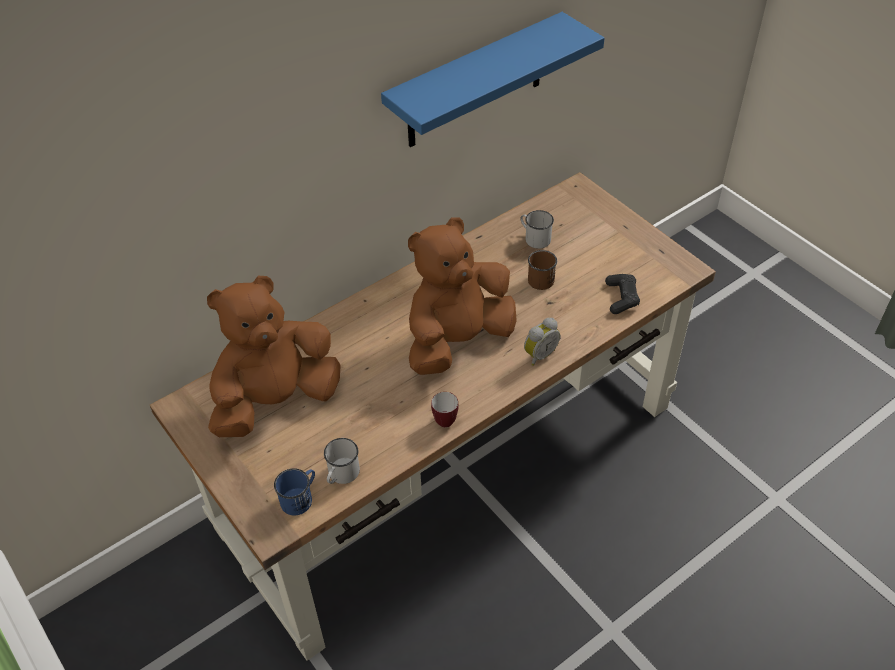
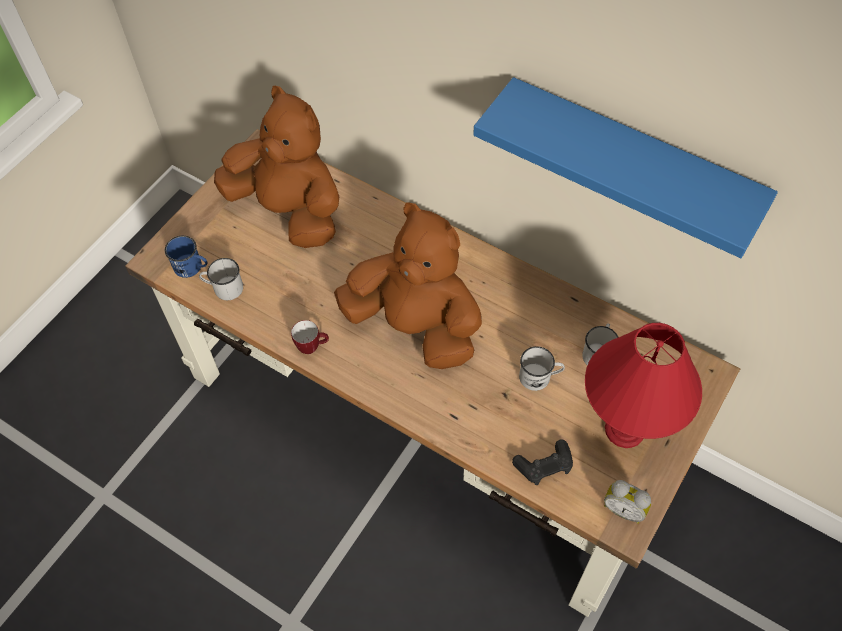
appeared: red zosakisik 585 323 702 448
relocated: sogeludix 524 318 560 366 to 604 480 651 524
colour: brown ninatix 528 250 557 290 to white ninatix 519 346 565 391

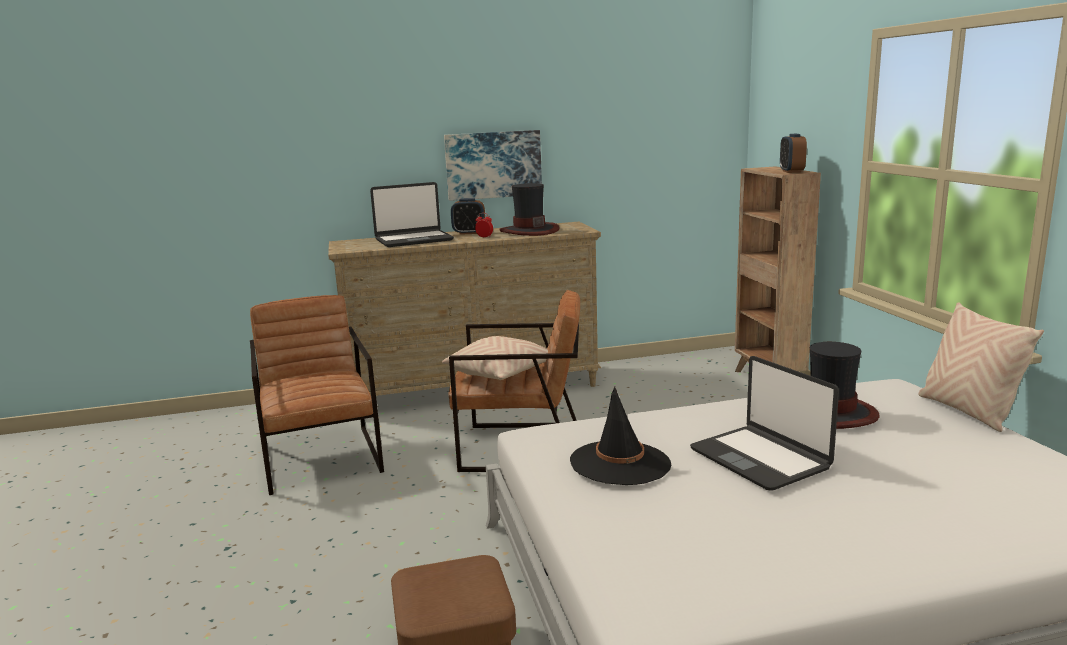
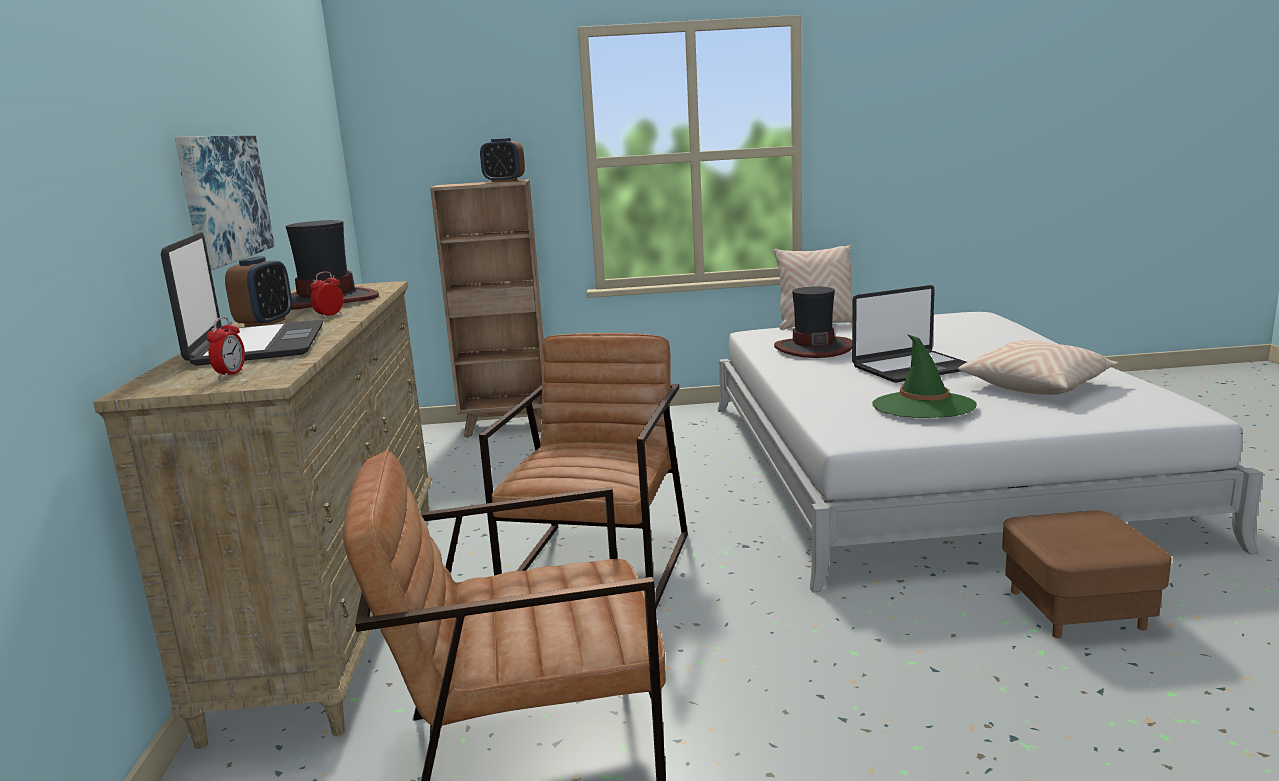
appeared: sogeludix 207 317 245 378
relocated: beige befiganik 442 336 548 380 to 958 340 1119 395
colour: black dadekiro 570 387 671 485 to green dadekiro 872 334 977 418

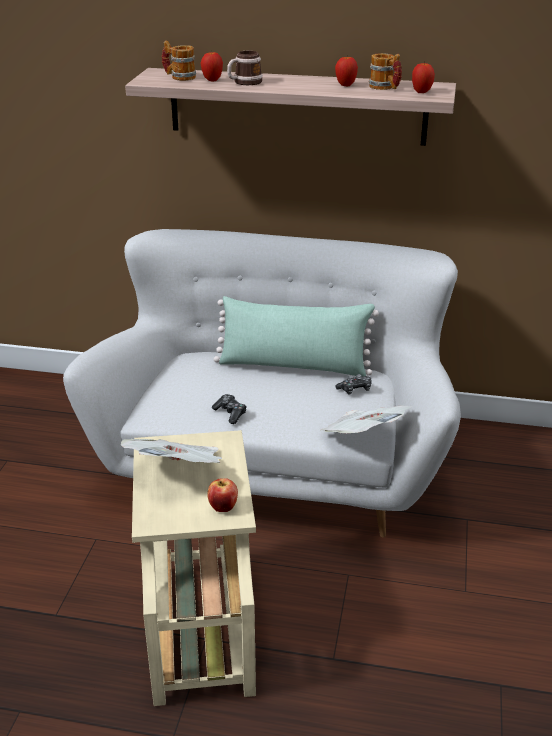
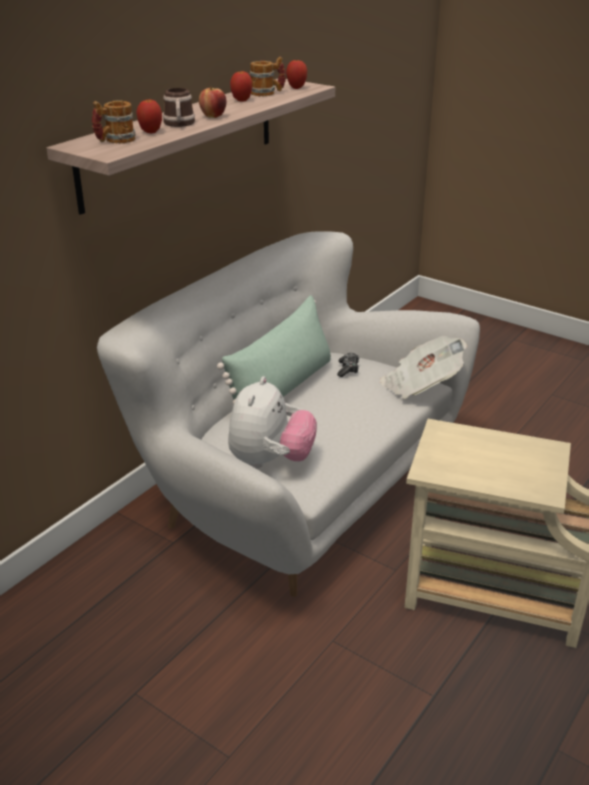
missing: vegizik 121 439 222 463; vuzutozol 212 394 246 424
appeared: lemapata 228 376 317 469
relocated: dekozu 207 478 238 512 to 199 87 226 118

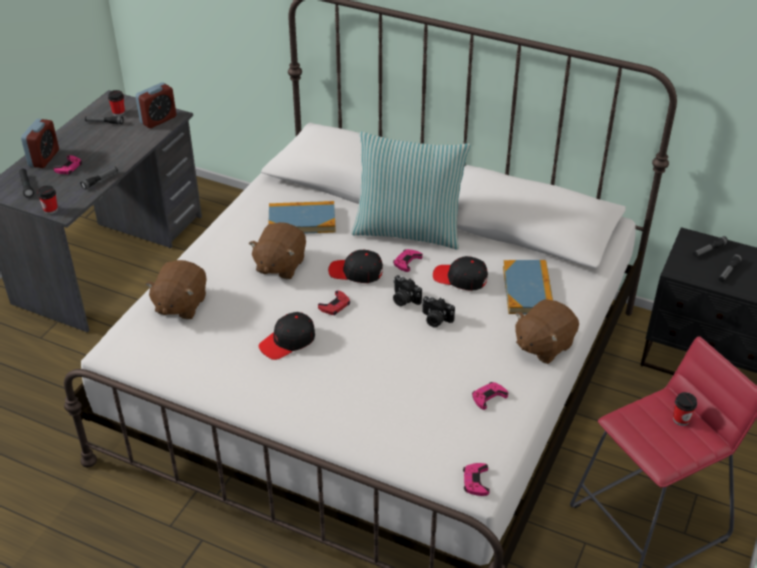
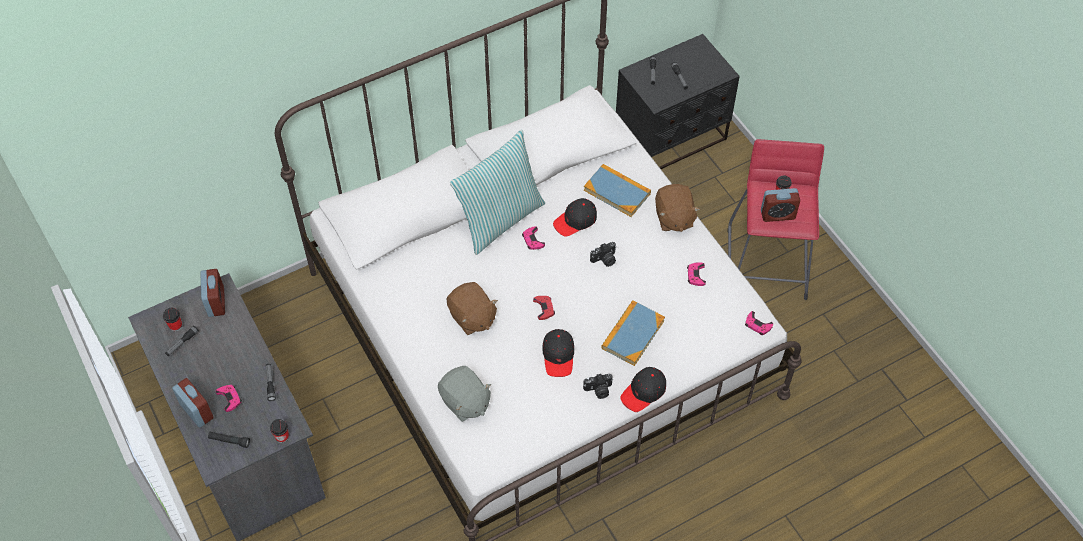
appeared: sogeludix 761 188 800 222
relocated: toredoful 268 201 336 234 to 601 300 665 366; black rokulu 328 250 383 283 to 620 367 666 412; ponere 393 275 422 307 to 583 374 613 399
colour: brown lemapata 145 260 207 320 to grey lemapata 438 366 492 422

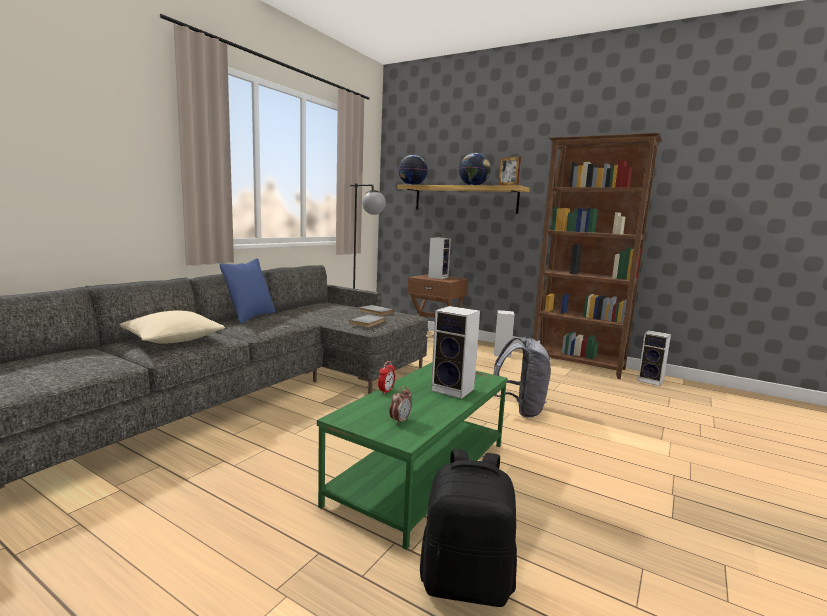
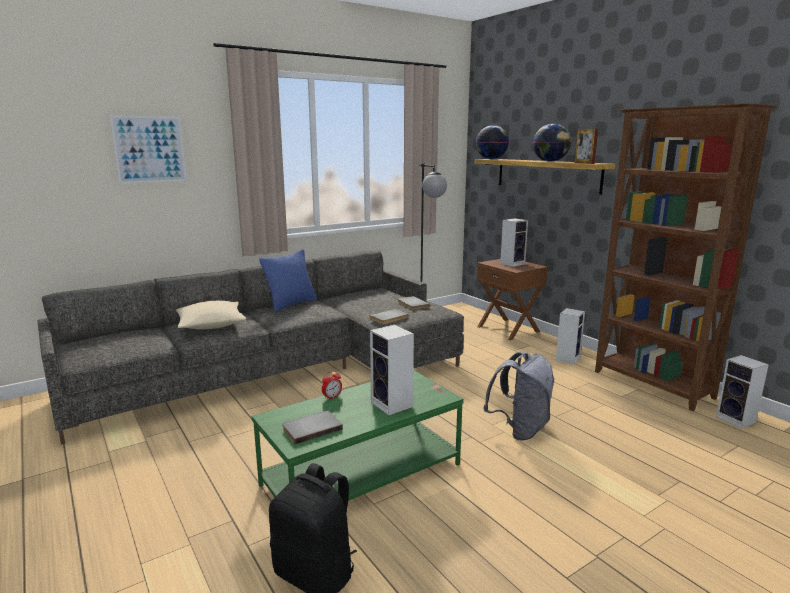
appeared: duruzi 109 115 187 184
exchanged: sogeludix 389 386 412 425 to grey toredoful 282 411 343 444

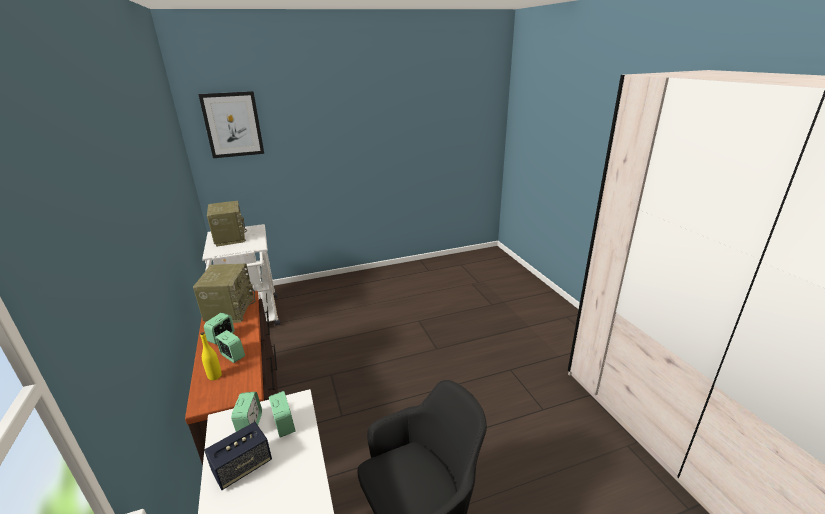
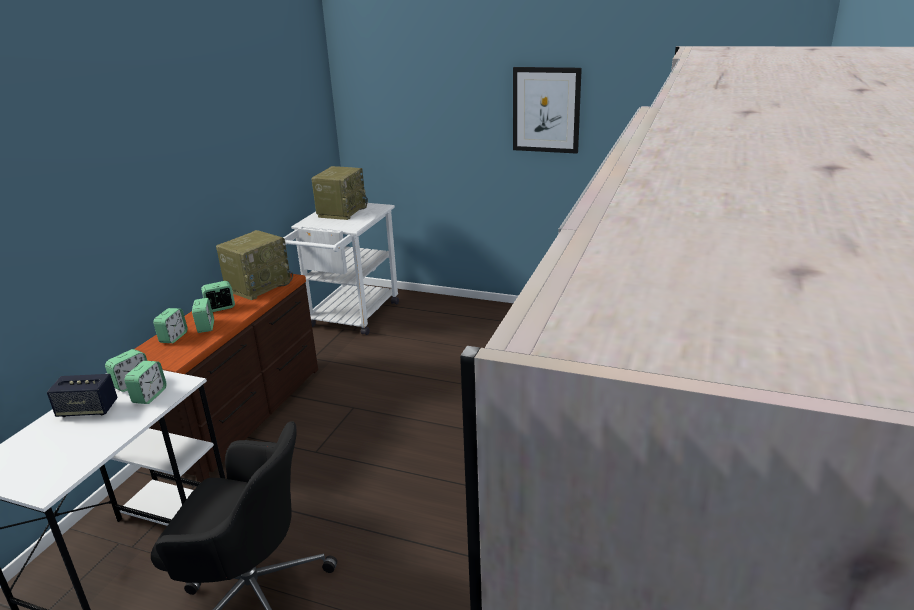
relocated: duruzi 198 91 264 158 to 513 67 582 154
exchanged: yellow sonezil 200 332 222 380 to sogeludix 153 308 188 343

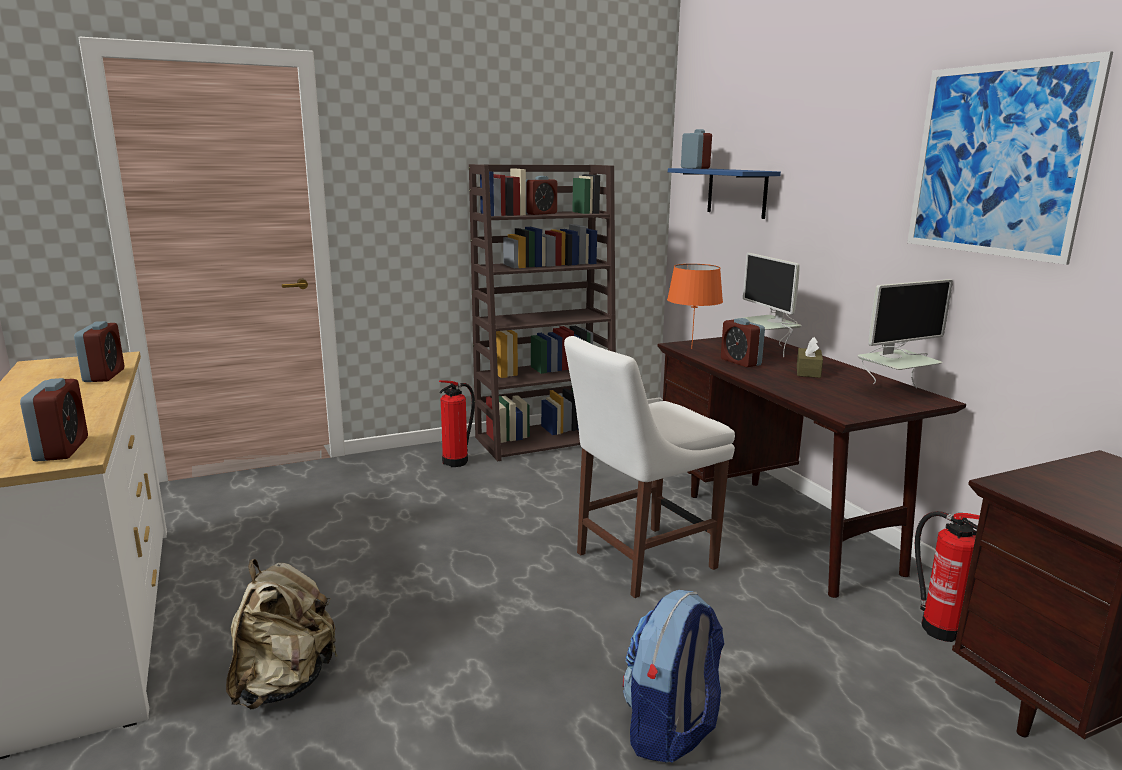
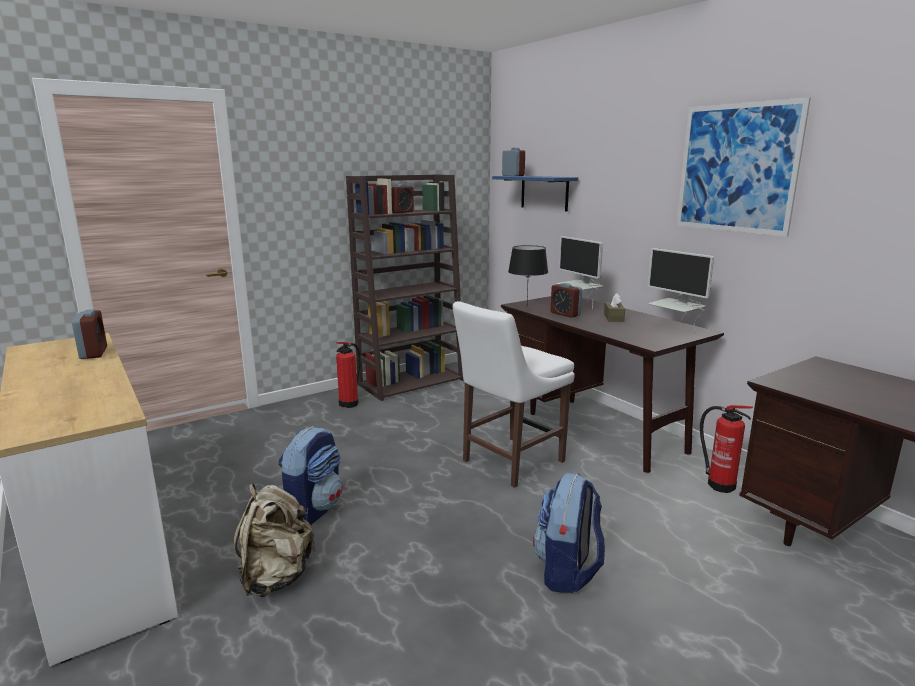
missing: sogeludix 20 378 88 461
appeared: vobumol 279 426 343 525
colour: orange zosakisik 667 264 723 349 to black zosakisik 508 245 548 301
spun: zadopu 858 279 953 389 = 647 248 714 333 90 degrees clockwise

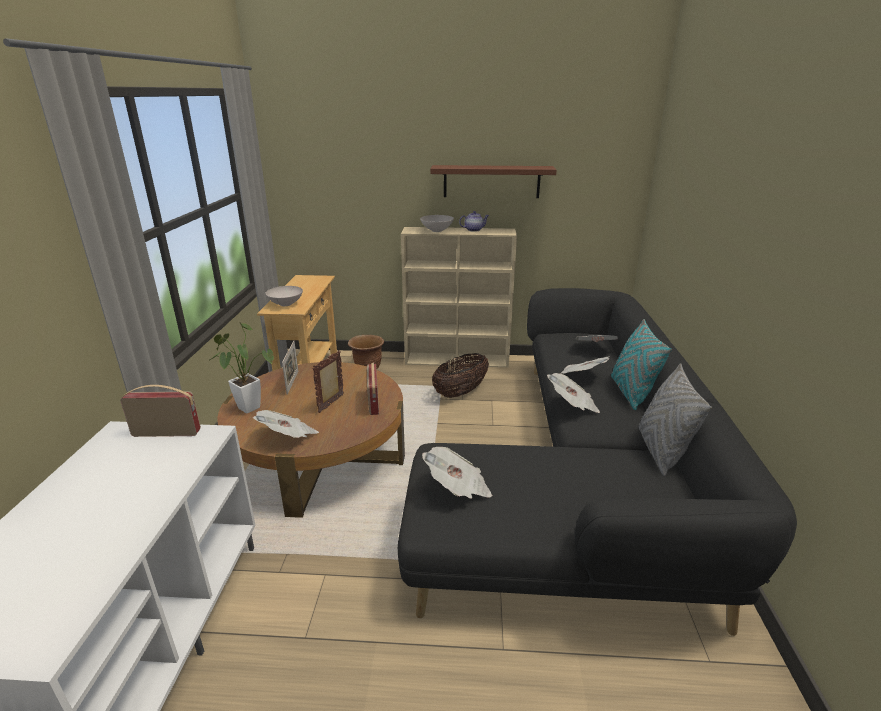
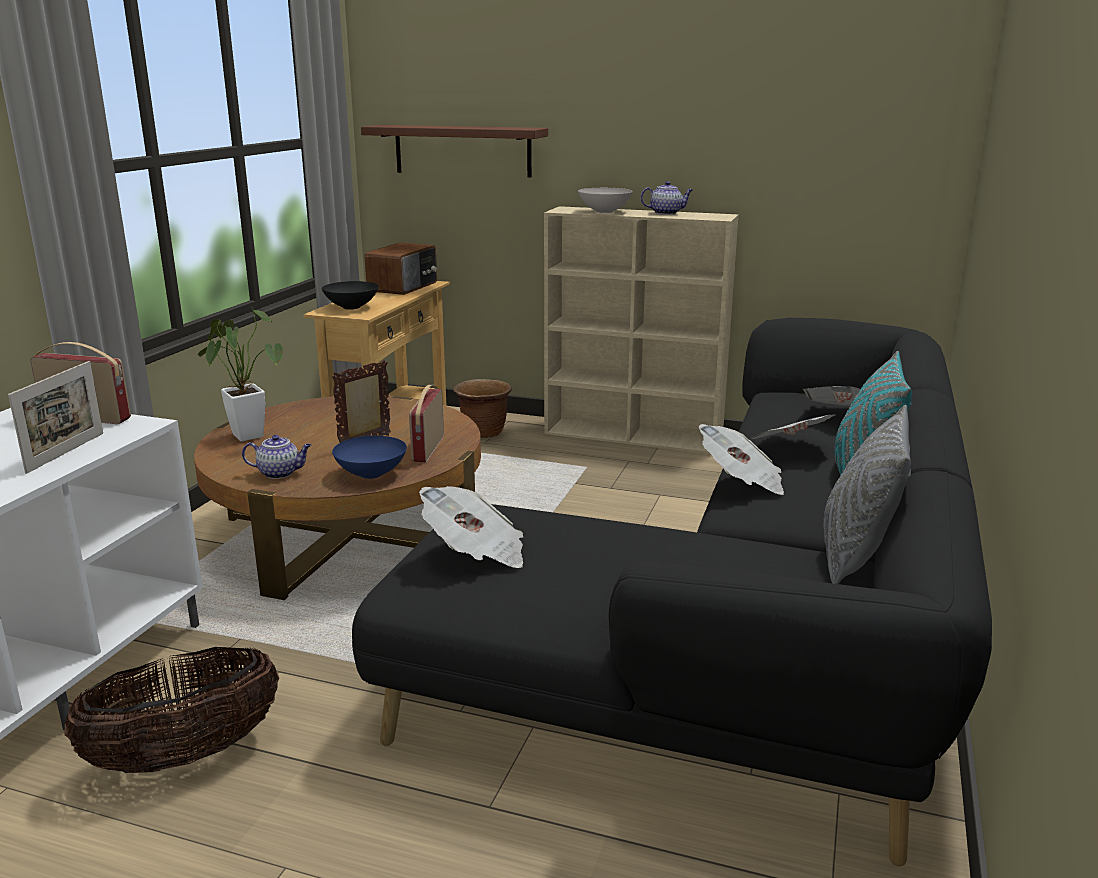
appeared: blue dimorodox 332 436 407 479; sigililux 365 242 437 295
relocated: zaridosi 282 341 298 395 to 8 361 103 474; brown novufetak 430 165 557 198 to 361 125 548 178; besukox 432 353 489 398 to 65 647 279 773
exchanged: vegizik 253 410 319 438 to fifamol 242 435 312 479
colour: white dimorodox 266 286 303 306 to black dimorodox 322 281 378 310

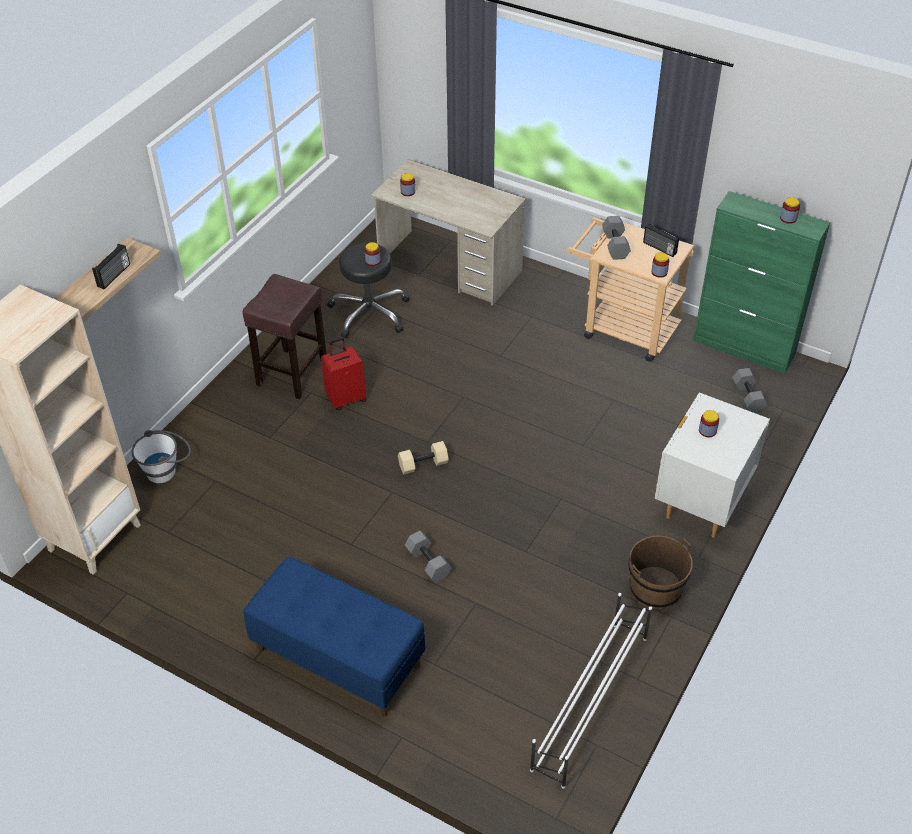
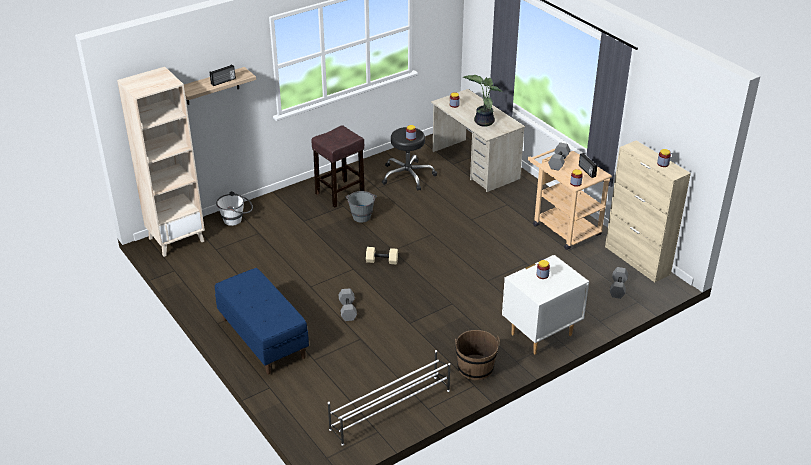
appeared: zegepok 463 75 503 127
exchanged: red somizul 321 338 366 410 to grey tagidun 346 191 377 223
colour: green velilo 693 191 830 374 to beige velilo 605 141 691 282

